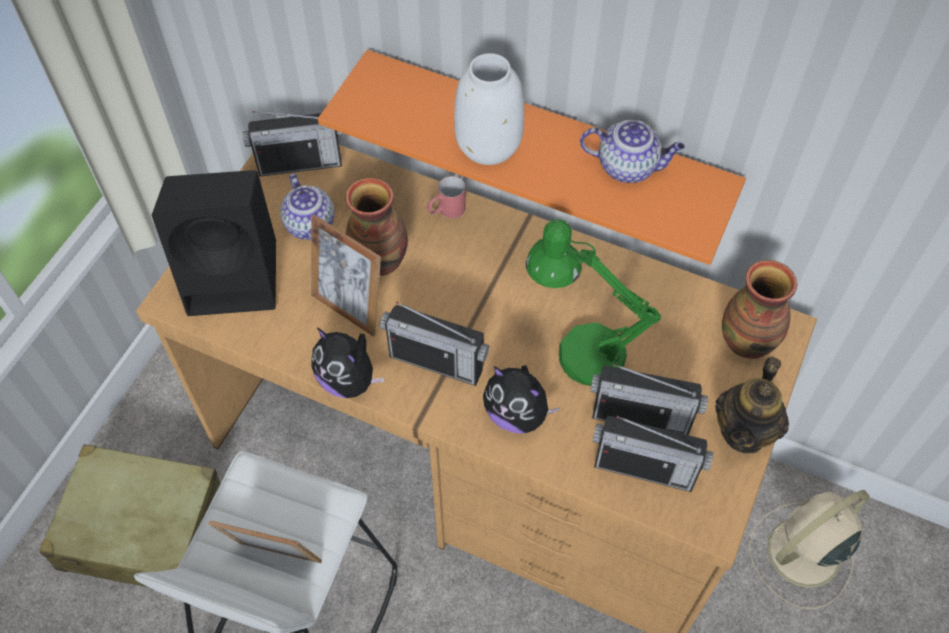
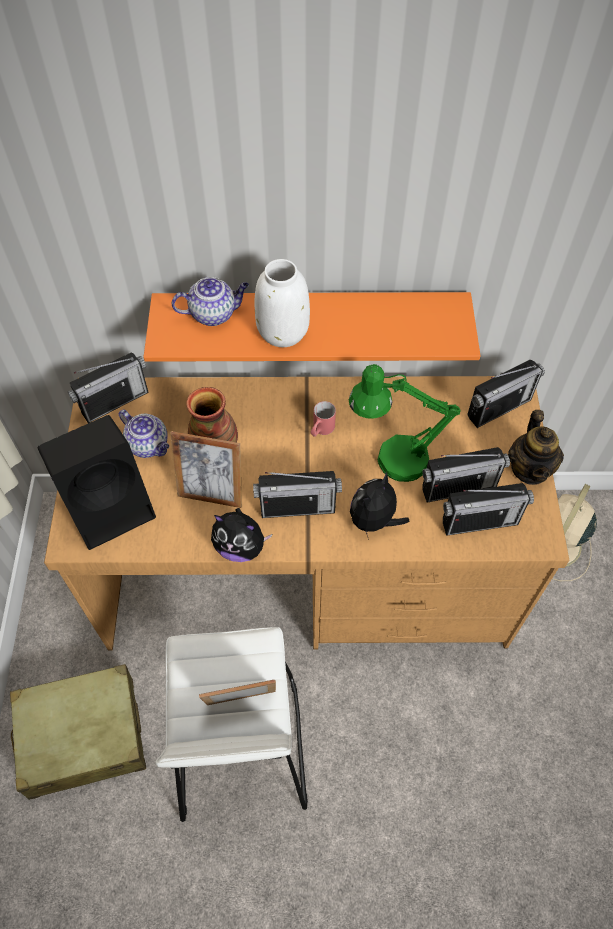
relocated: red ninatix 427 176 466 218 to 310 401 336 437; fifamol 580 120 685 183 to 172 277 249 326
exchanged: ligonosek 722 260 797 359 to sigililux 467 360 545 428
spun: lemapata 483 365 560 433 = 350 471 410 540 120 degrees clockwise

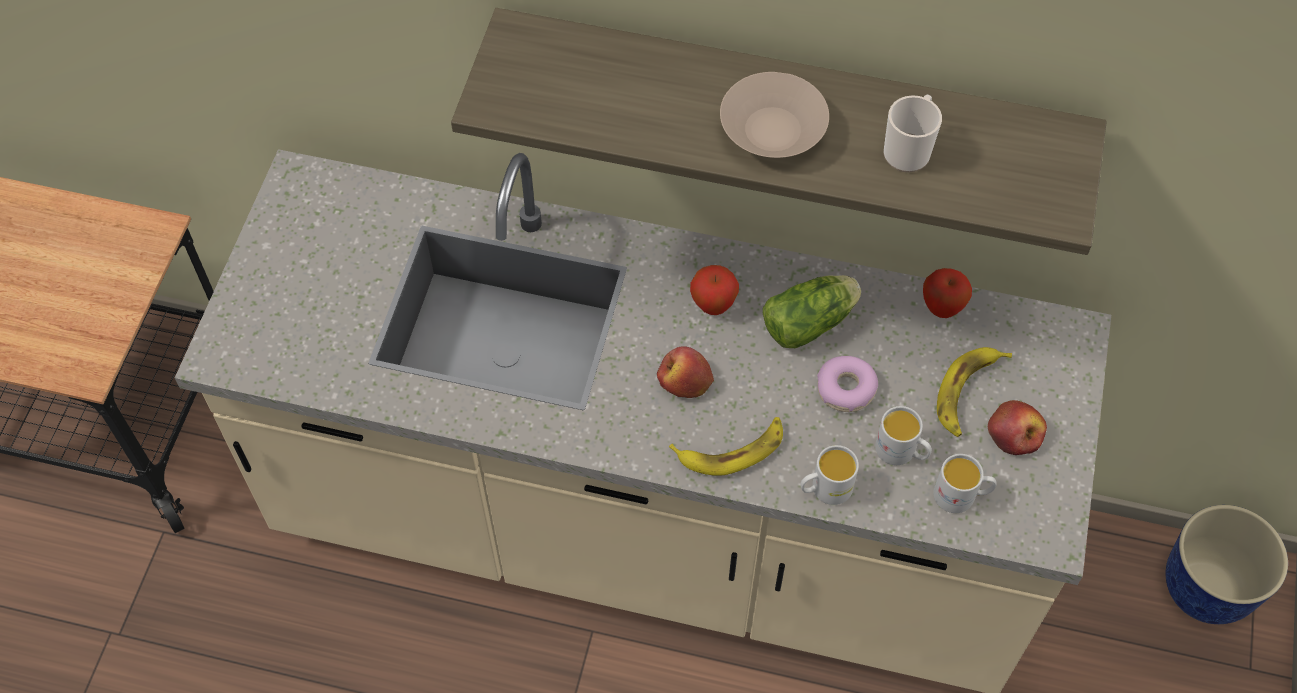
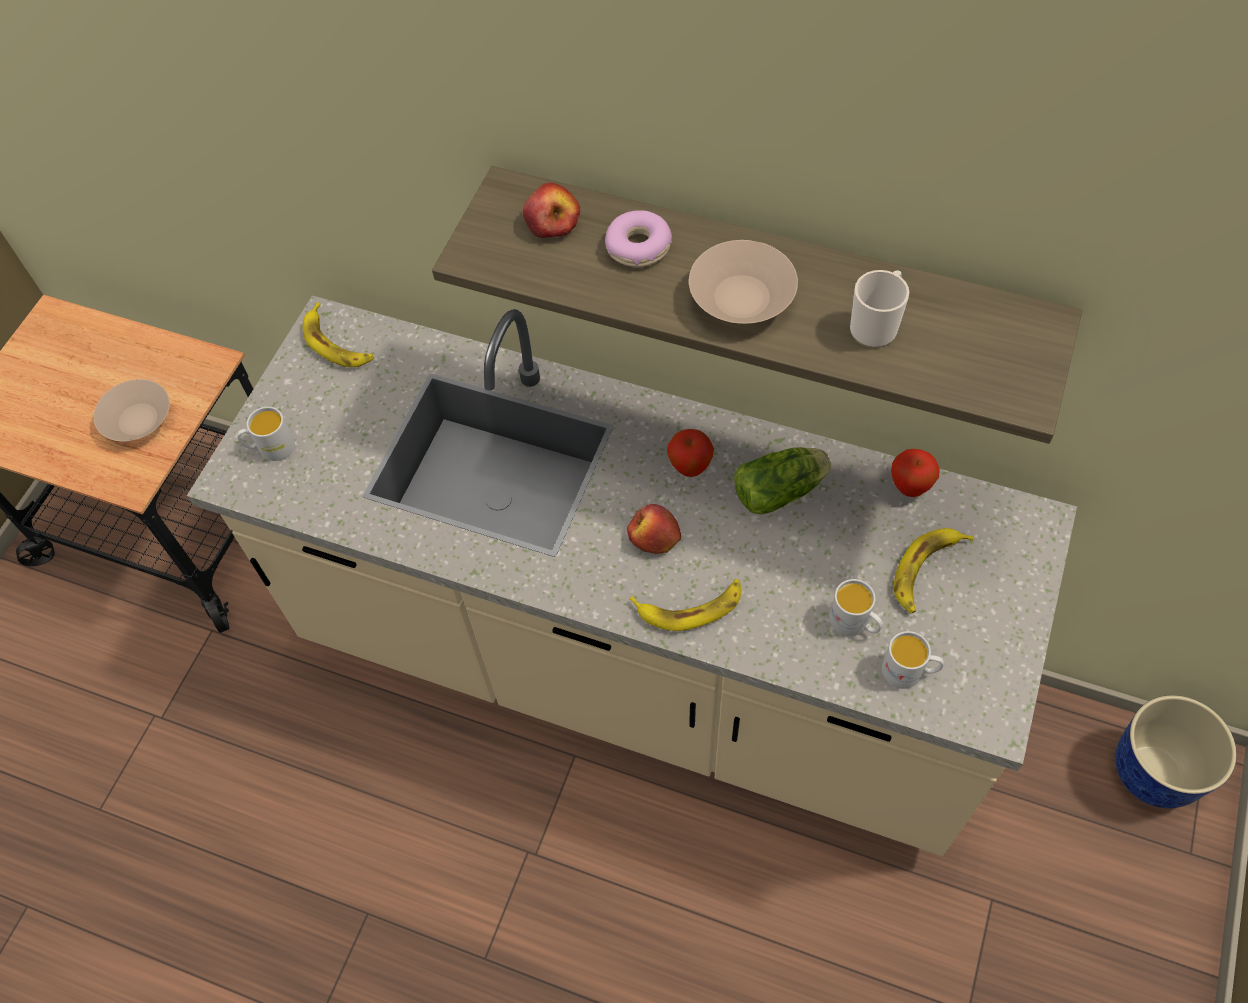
appeared: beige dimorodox 94 379 170 441; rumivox 303 302 374 367
relocated: white ninatix 800 445 859 505 to 237 407 295 461; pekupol 817 356 878 412 to 605 210 672 267; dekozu 988 400 1047 455 to 523 183 580 238

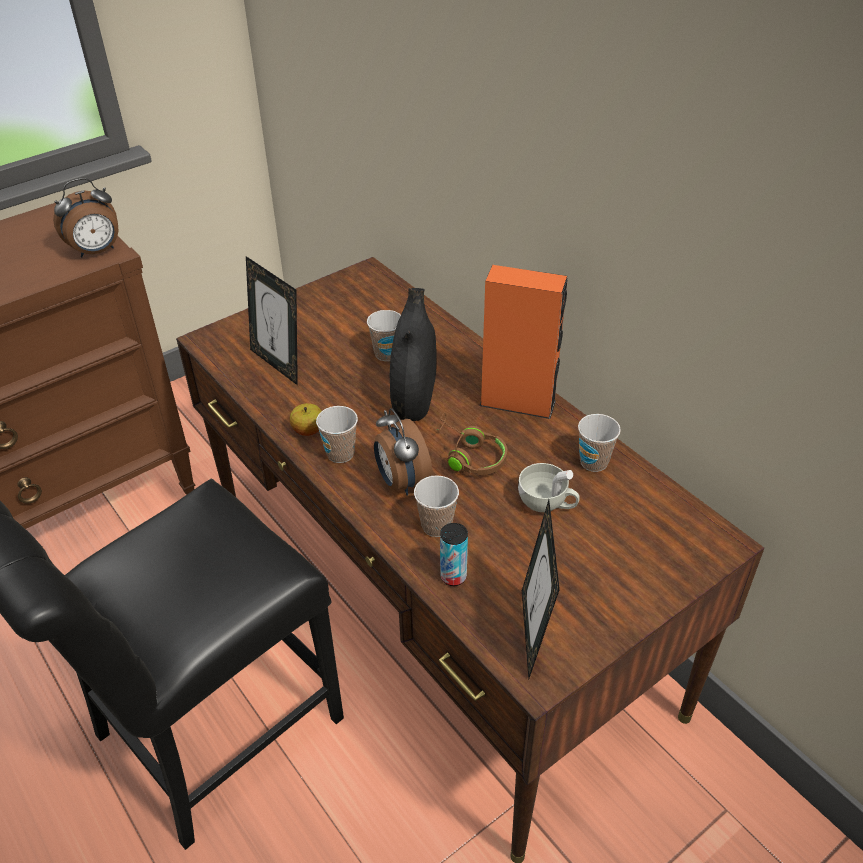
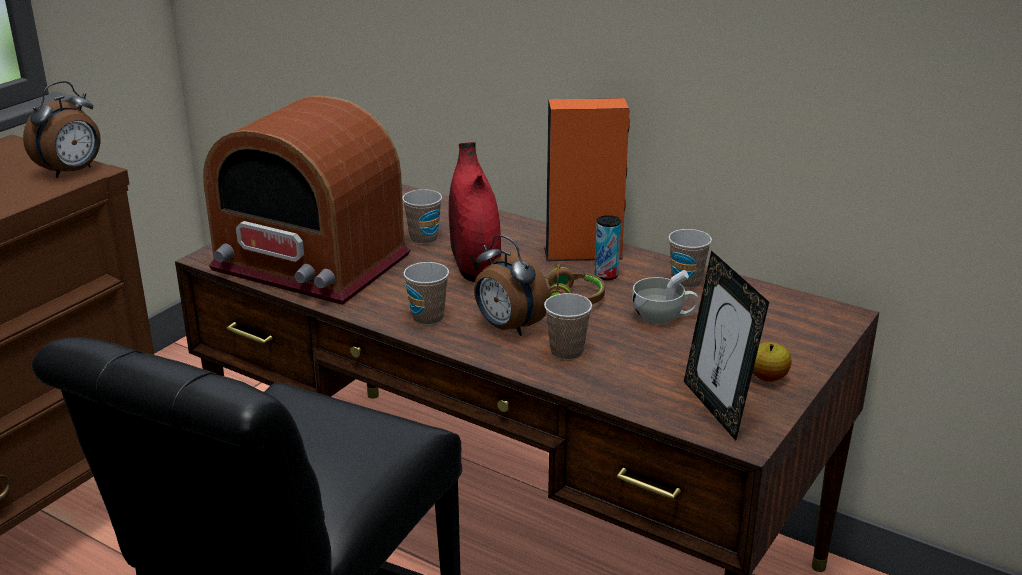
relocated: dekozu 290 403 322 436 to 752 342 792 382; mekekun 440 523 468 586 to 595 215 621 280
exchanged: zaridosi 246 256 298 385 to sigililux 203 95 410 305
colour: black ligonosek 390 288 437 421 to red ligonosek 449 142 501 282

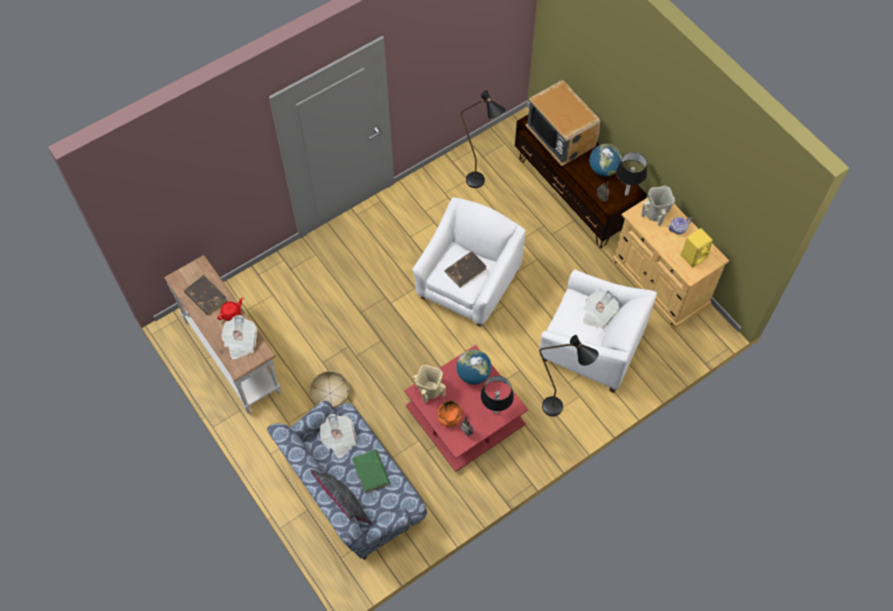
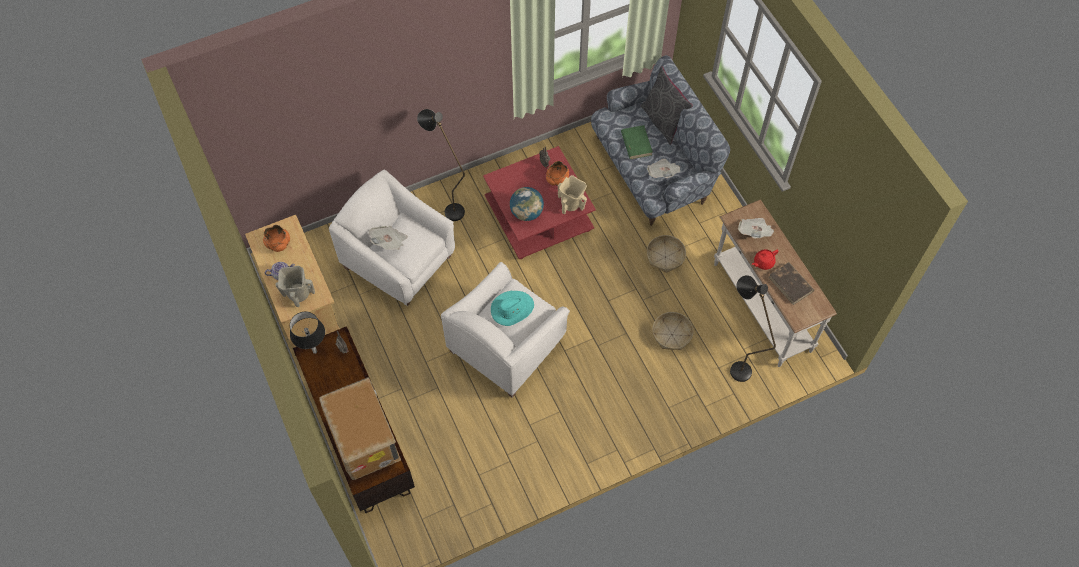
missing: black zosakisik 481 376 514 414; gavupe 589 144 622 176
appeared: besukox 653 312 694 350
relocated: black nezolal 461 90 506 188 to 730 275 776 382
exchanged: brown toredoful 445 251 486 288 to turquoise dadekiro 491 291 534 326; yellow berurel 681 228 713 268 to orange dimorodox 263 225 290 252

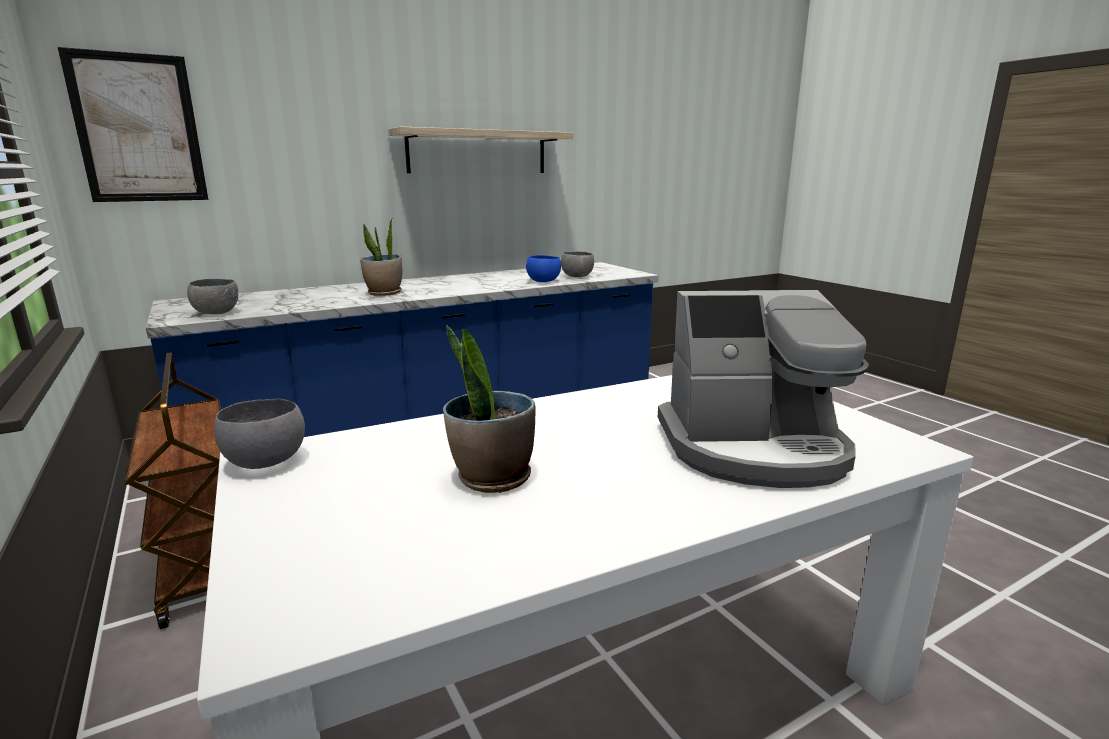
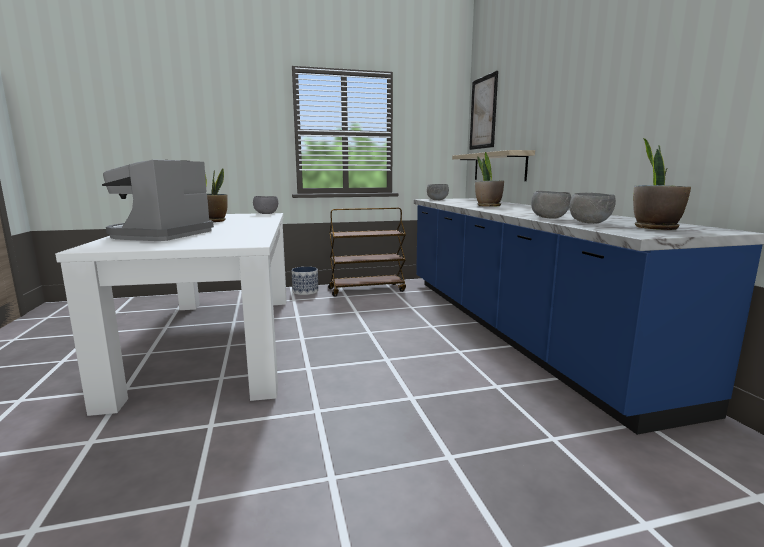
appeared: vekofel 292 267 318 295; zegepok 633 138 691 230
relocated: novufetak 388 126 573 173 to 452 150 535 181
colour: blue dimorodox 526 255 561 282 to grey dimorodox 531 191 571 219

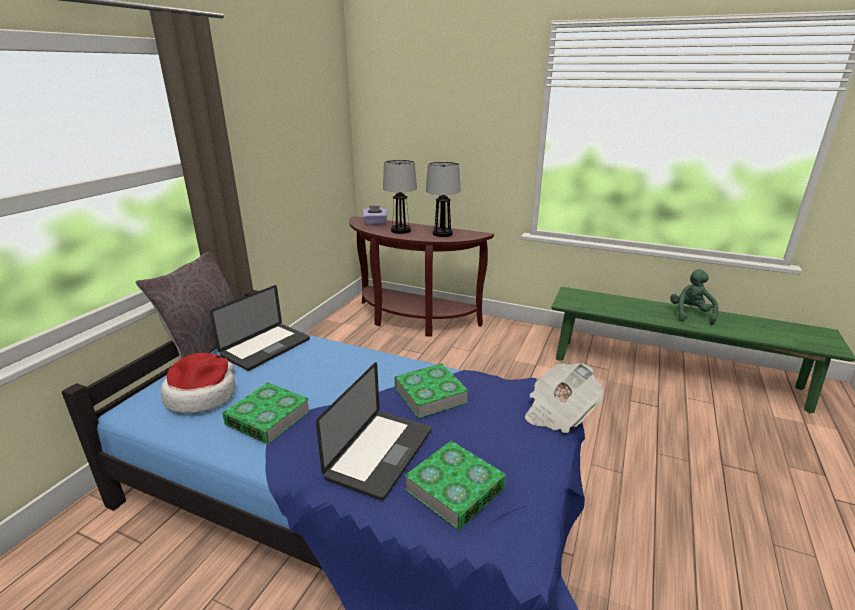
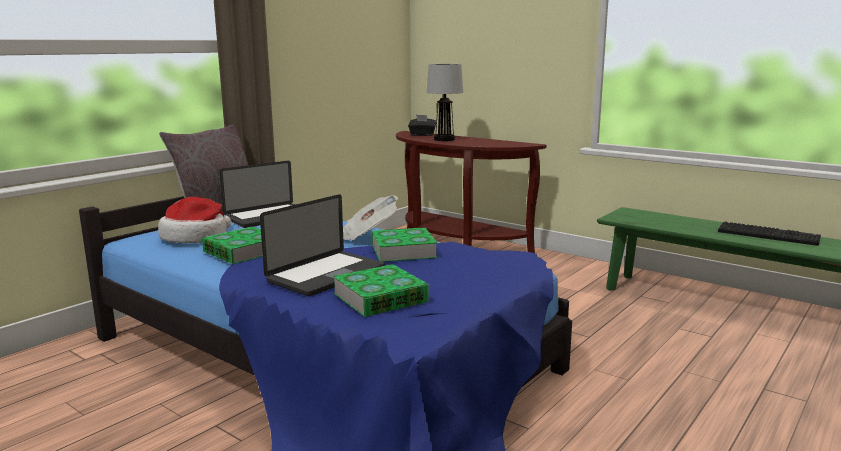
missing: zosakisik 426 162 461 237
relocated: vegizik 525 363 604 433 to 343 195 399 241
exchanged: green lemapata 670 269 718 325 to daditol 718 222 821 246
colour: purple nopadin 363 206 387 225 to black nopadin 408 115 436 136

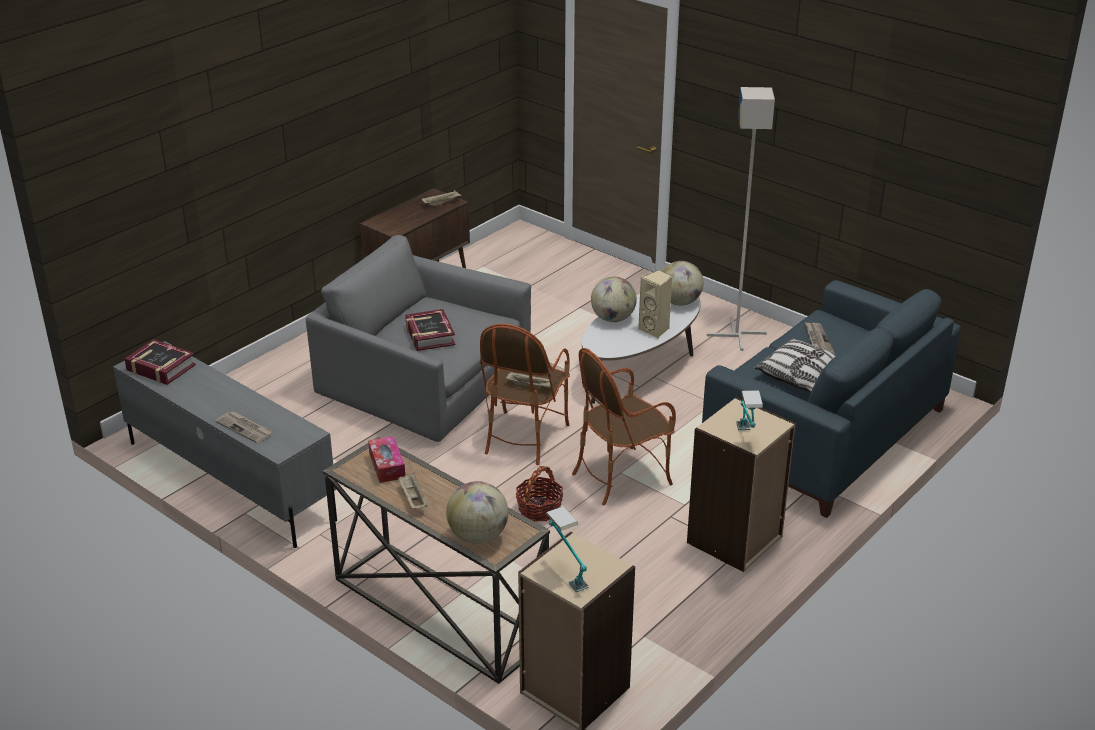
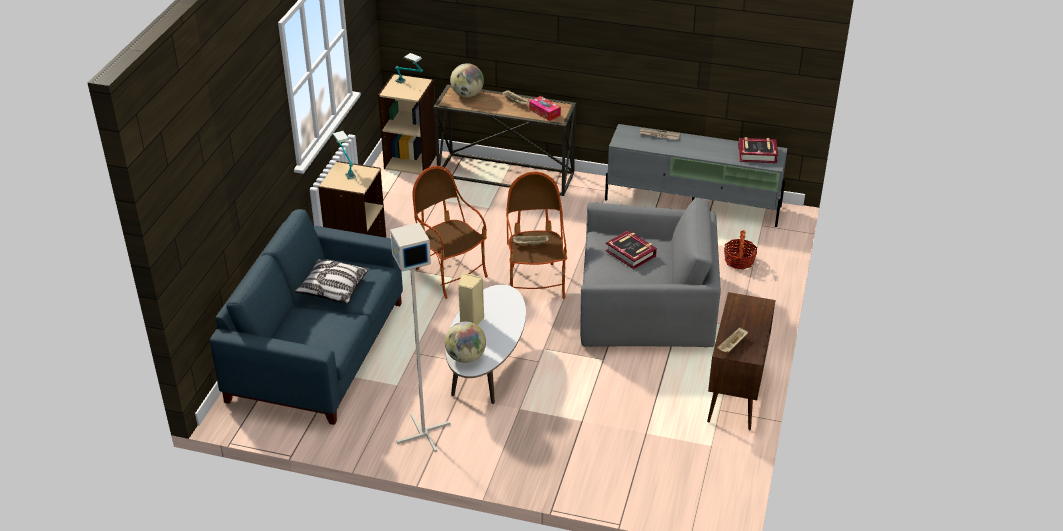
missing: gavupe 591 277 637 322; vegizik 805 322 835 354
relocated: besukox 516 466 564 522 to 724 230 757 269
spun: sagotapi 572 348 676 505 = 413 166 488 299 75 degrees counterclockwise

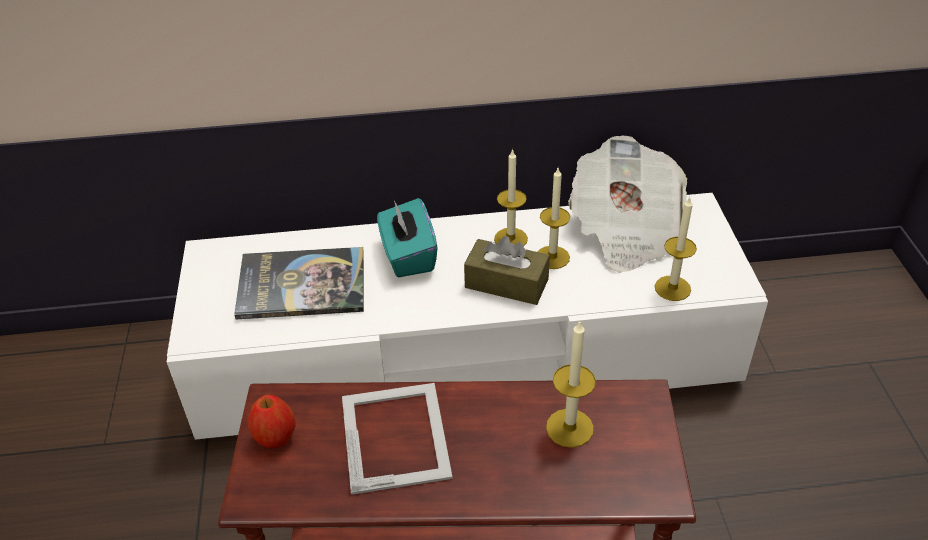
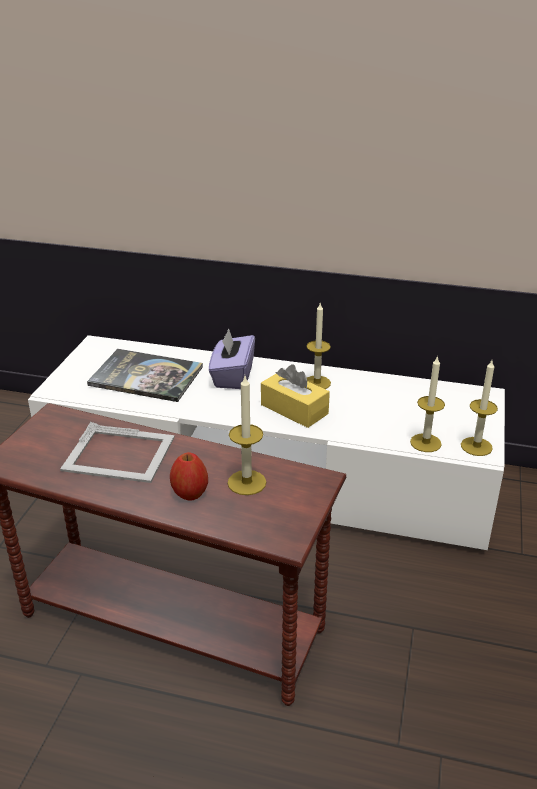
missing: vegizik 568 135 687 273
relocated: dekozu 248 395 296 449 to 170 452 208 500; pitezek 538 168 570 269 to 461 360 498 456
colour: turquoise nopadin 377 198 438 277 to purple nopadin 209 328 255 389; brown nopadin 464 236 550 305 to yellow nopadin 261 364 330 428
spun: zaridosi 342 383 453 495 = 60 422 175 483 90 degrees clockwise

